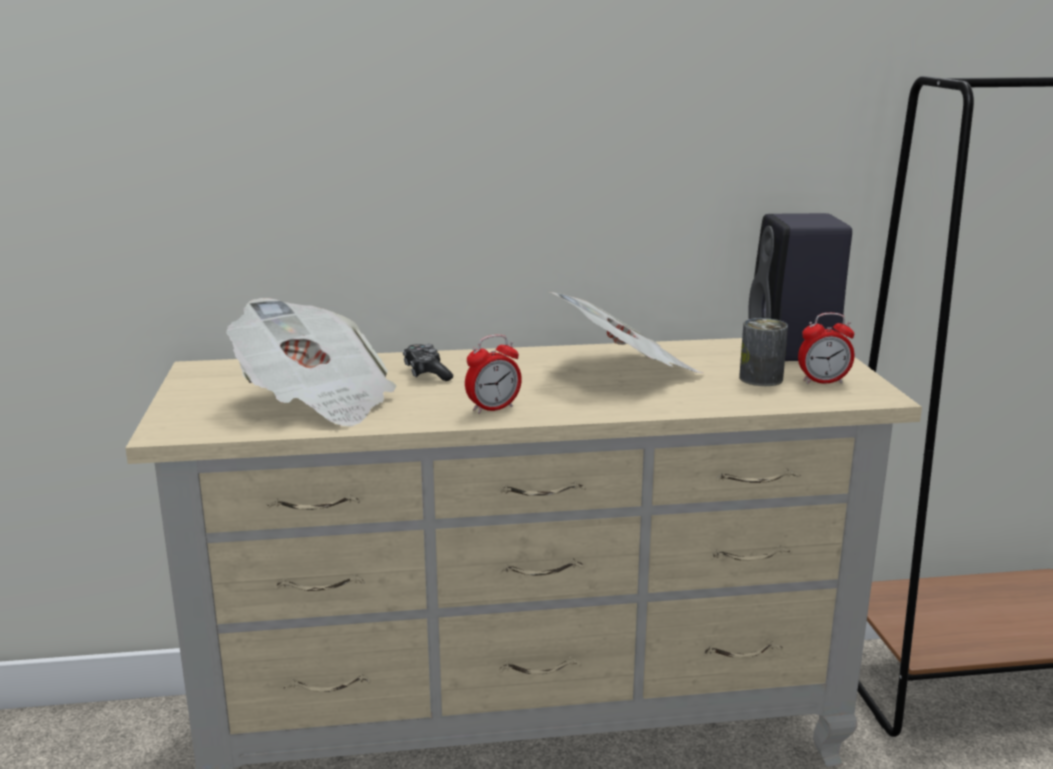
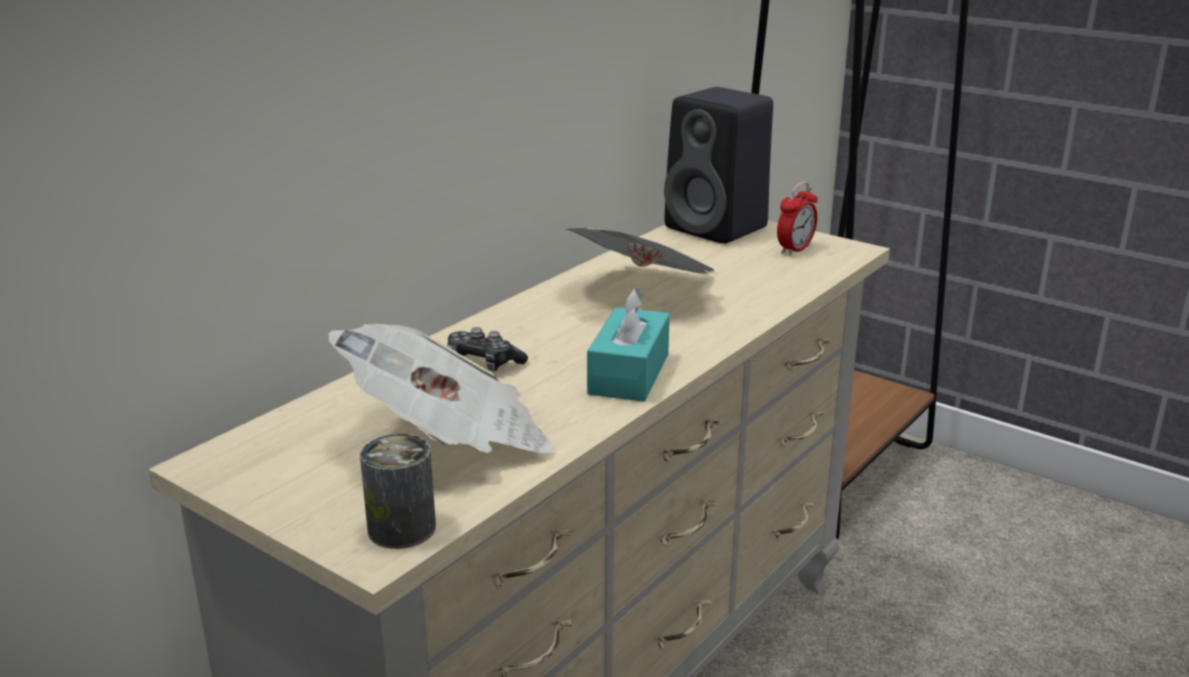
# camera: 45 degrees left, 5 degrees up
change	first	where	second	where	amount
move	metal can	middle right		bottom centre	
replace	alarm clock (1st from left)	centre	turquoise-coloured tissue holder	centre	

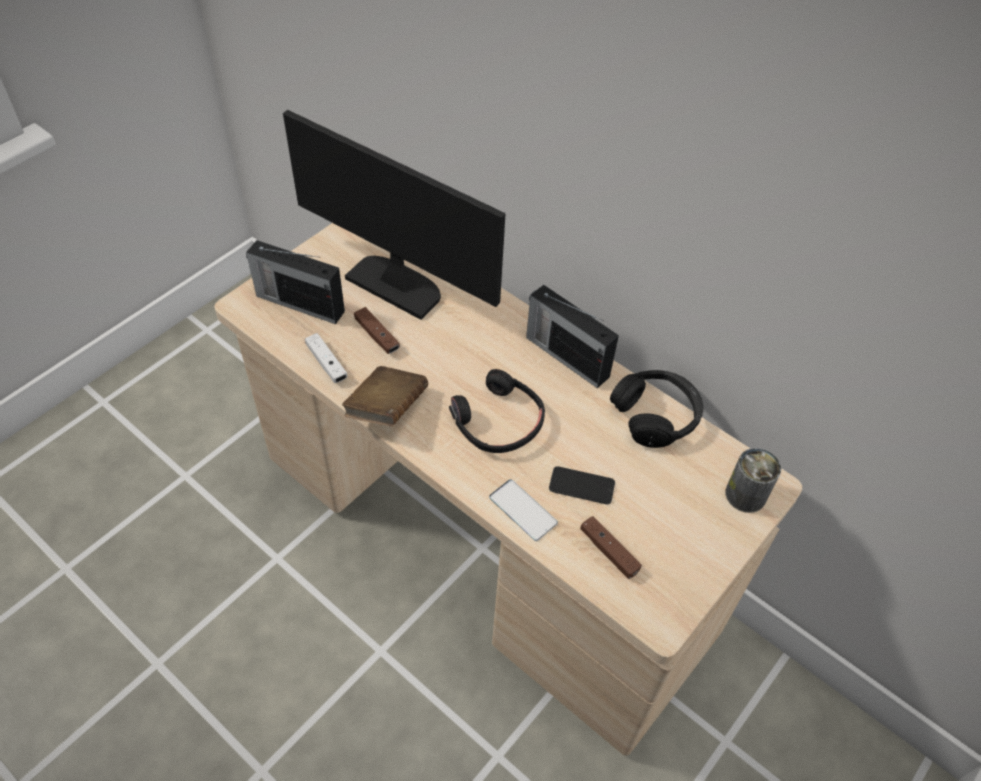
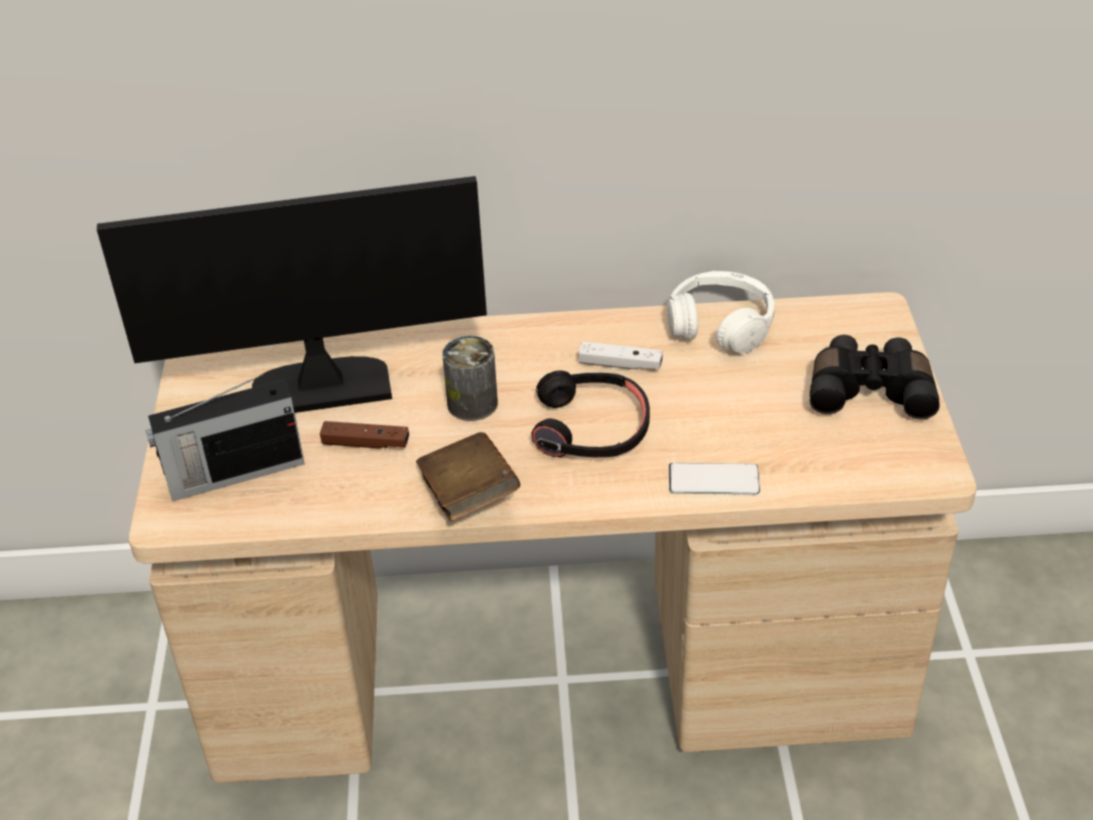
# camera: 40 degrees left, 10 degrees down
change	first	where	second	where	amount
delete	radio (2nd from left)	centre			
move	white-coloured gamepad	middle left		centre	
recolor	blackish headset (2nd from left)	middle right	white-coloured headset	centre	
move	metal can	middle right		centre	
delete	handset (2nd from left)	centre			
delete	brown gamepad (2nd from left)	bottom centre			
insert			blackish pair of binoculars	middle right	

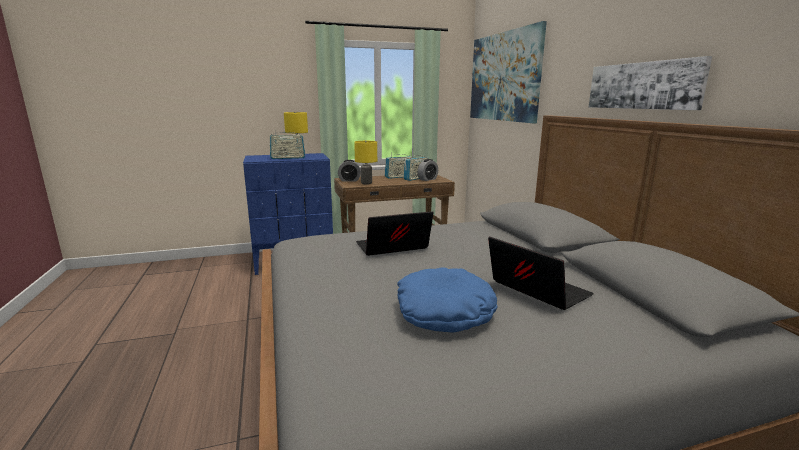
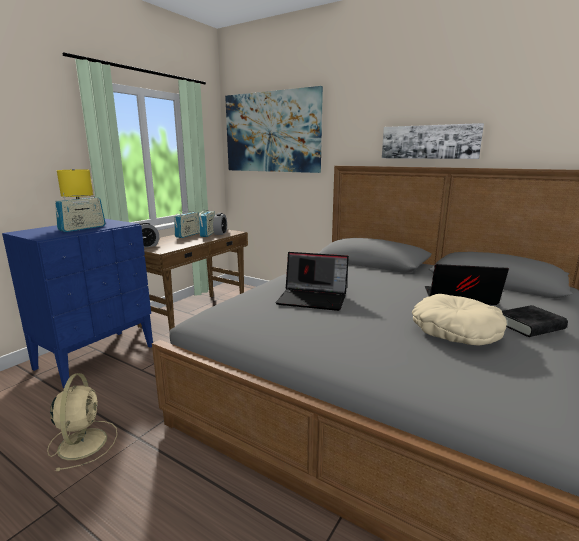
# camera: 40 degrees left, 0 degrees up
change	first	where	second	where	amount
delete	yellow-coloured table lamp (2nd from left)	centre			
rotate	laptop (1st from left)	centre		centre	105 degrees counterclockwise
recolor	blue-coloured cushion	bottom centre	sand-coloured cushion	middle right	
insert			blackish book	middle right	
insert			sand-coloured electric fan	bottom left	

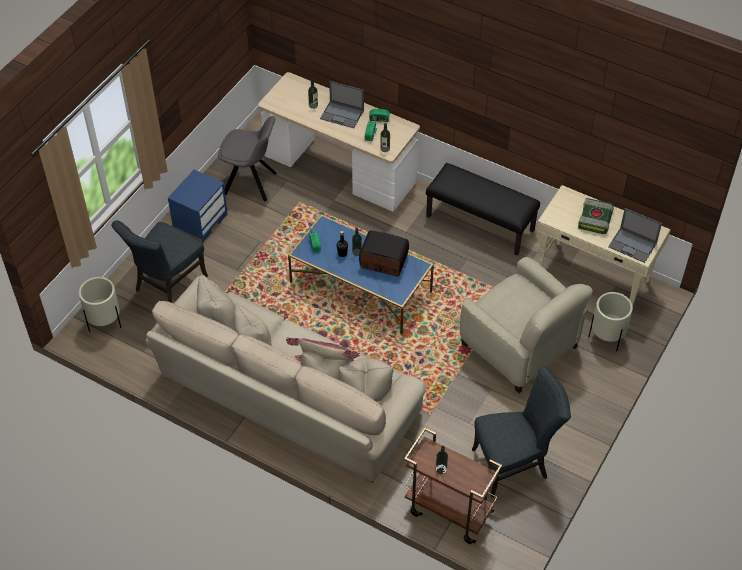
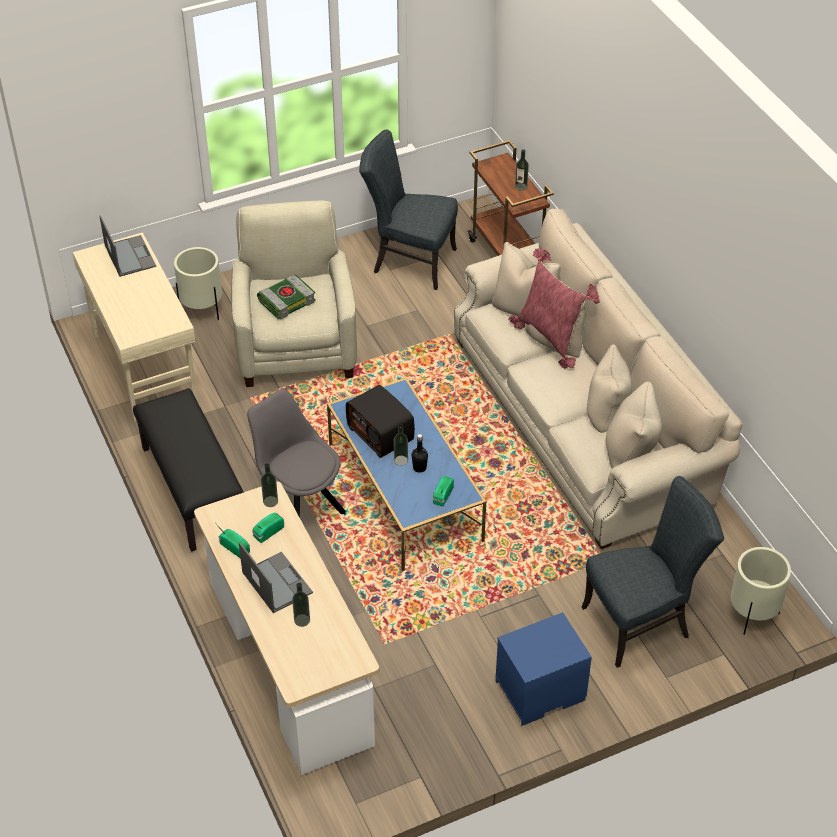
# camera: 145 degrees left, 5 degrees down
change	first	where	second	where	amount
move	grey upright chair (2nd from left in the first image)	top left	grey upright chair (1st from left)	centre	
move	book	middle right		centre	

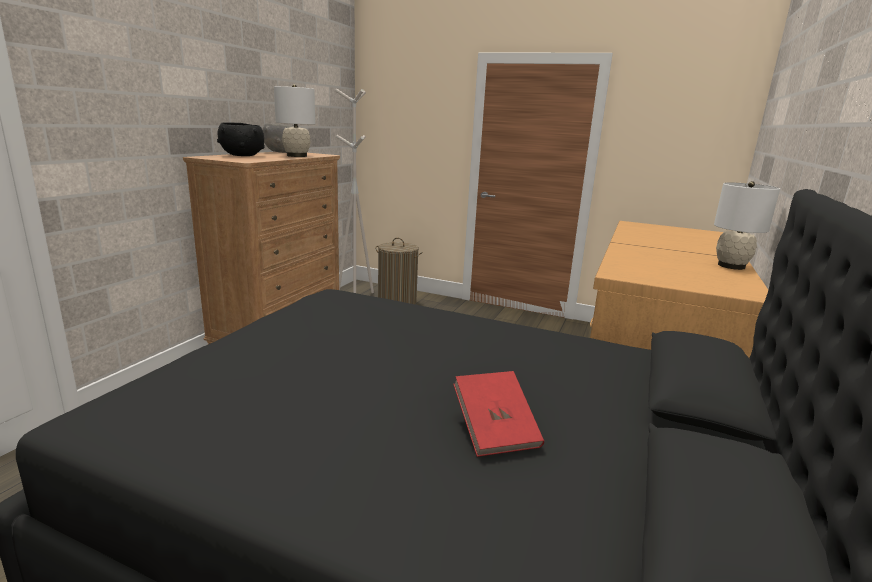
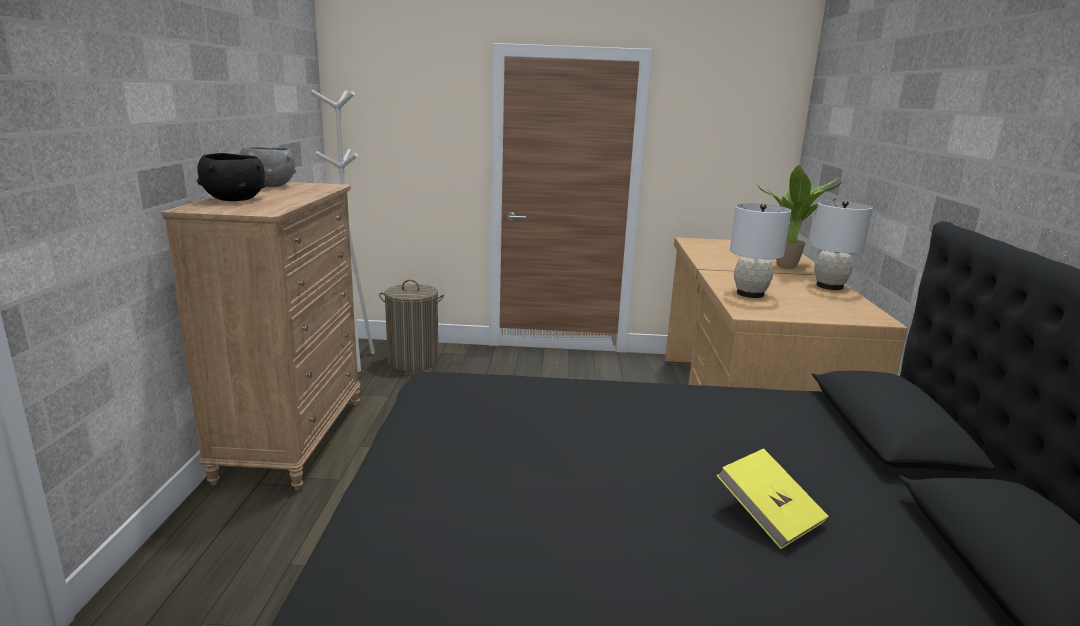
# camera: 20 degrees left, 0 degrees up
change	first	where	second	where	amount
move	white-coloured table lamp (1st from left)	top centre		middle right	
recolor	red book	bottom centre	yellow-coloured book	bottom right	
insert			potted plant	middle right	

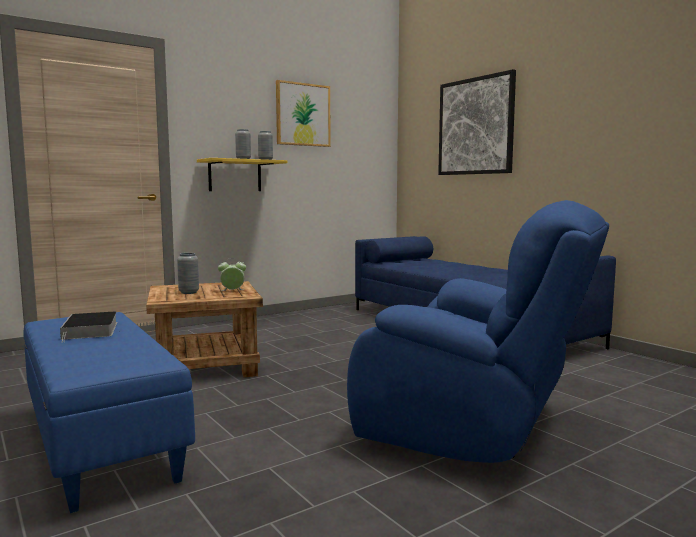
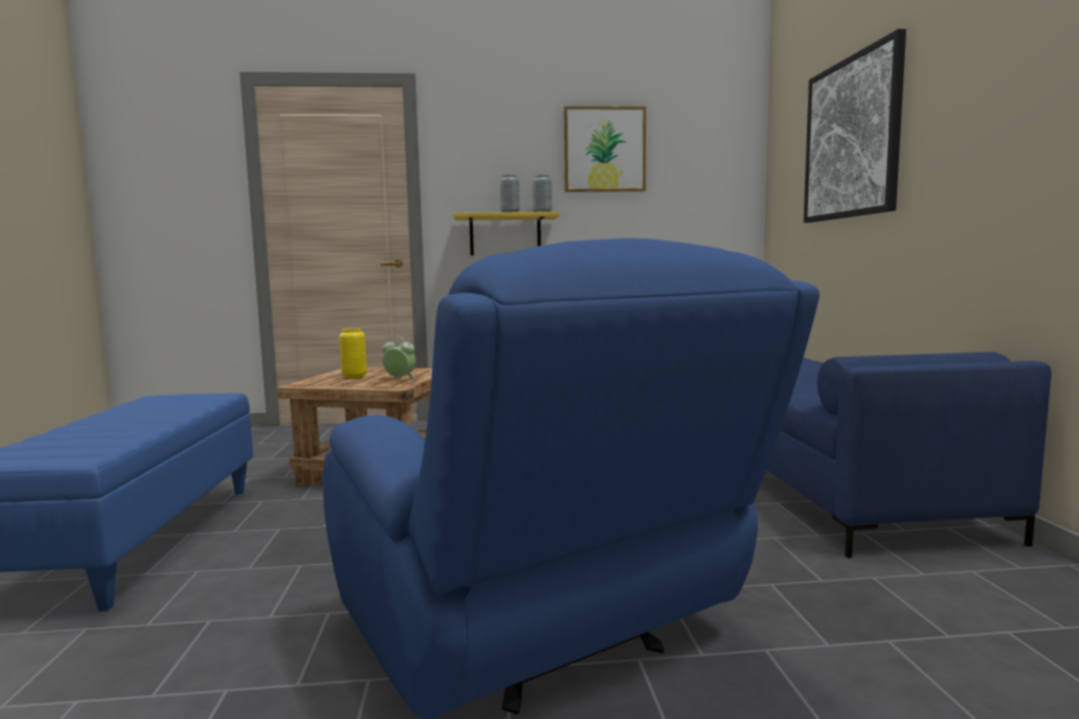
# camera: 30 degrees right, 0 degrees up
change	first	where	second	where	amount
recolor	grey flower vase (1st from left)	middle left	yellow-coloured flower vase	middle left	
delete	book	middle left			

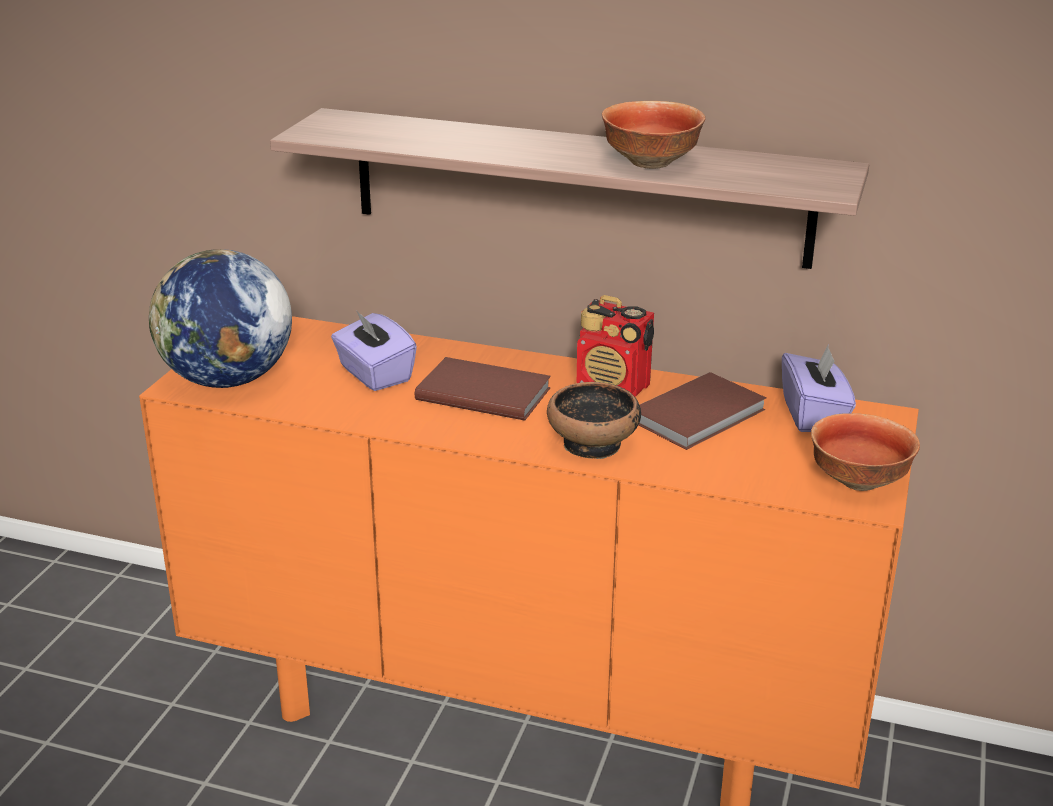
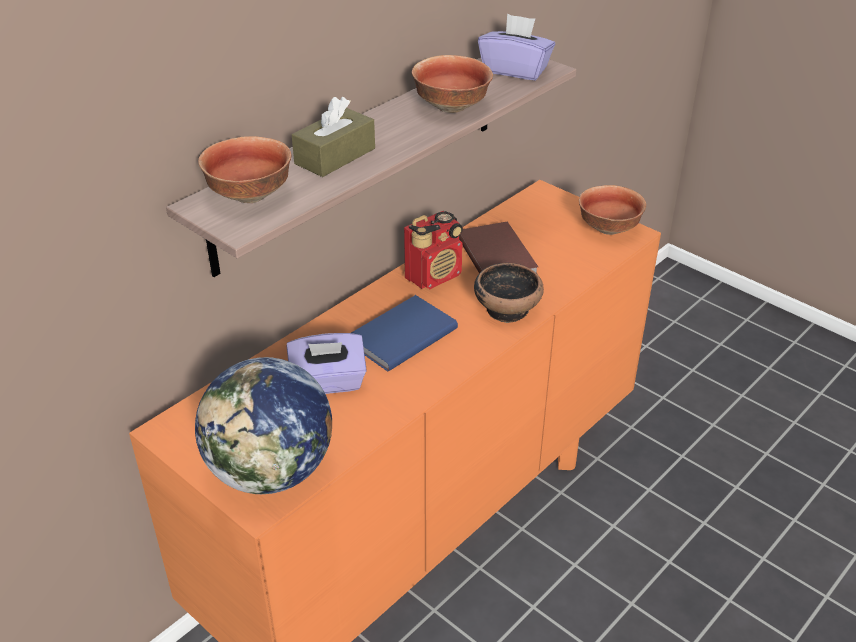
# camera: 65 degrees left, 10 degrees up
change	first	where	second	where	amount
move	purplish tissue holder (2nd from left)	middle right		top centre	
recolor	brown book (1st from left)	centre	blue-coloured book	centre	
insert			brown tissue holder	top centre	
insert			bowl (1st from left)	top left	

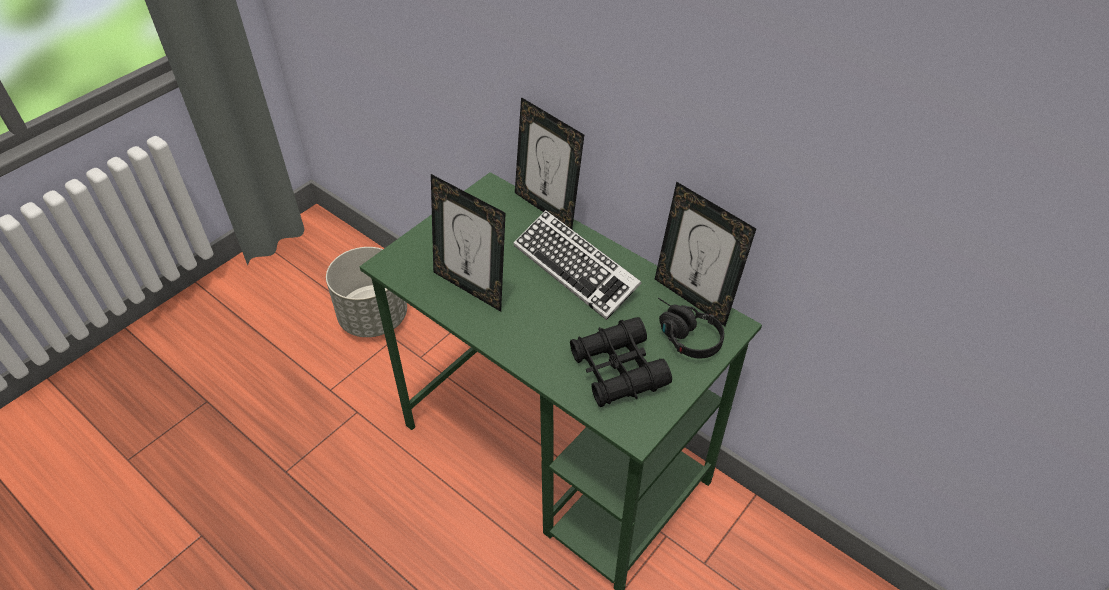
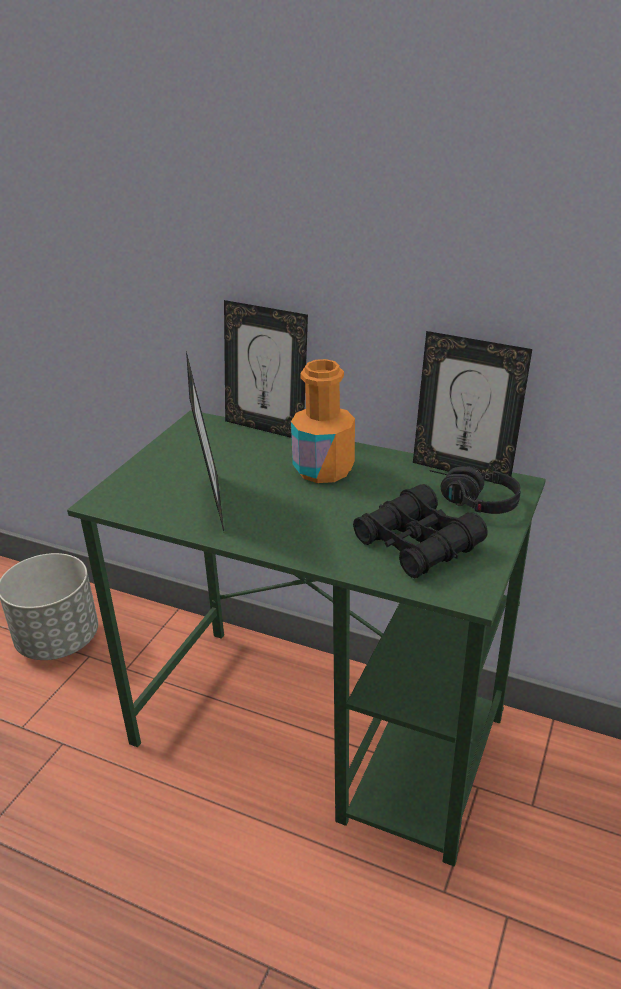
# camera: 15 degrees left, 15 degrees down
change	first	where	second	where	amount
rotate	standing frame (1st from left)	centre		middle left	120 degrees counterclockwise
replace	PC keyboard	centre	orange beverage bottle	centre	

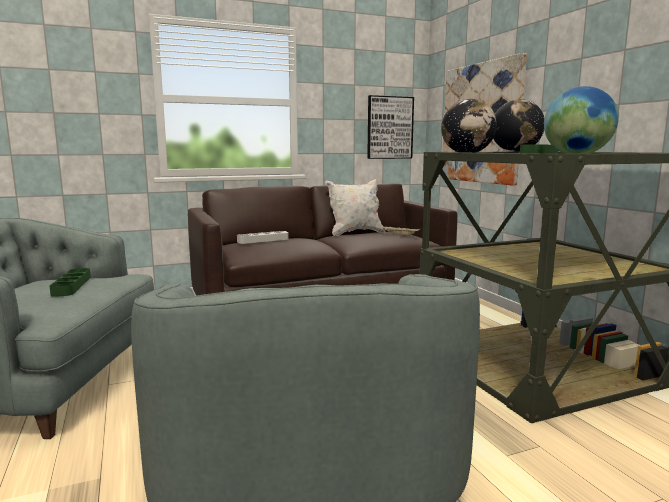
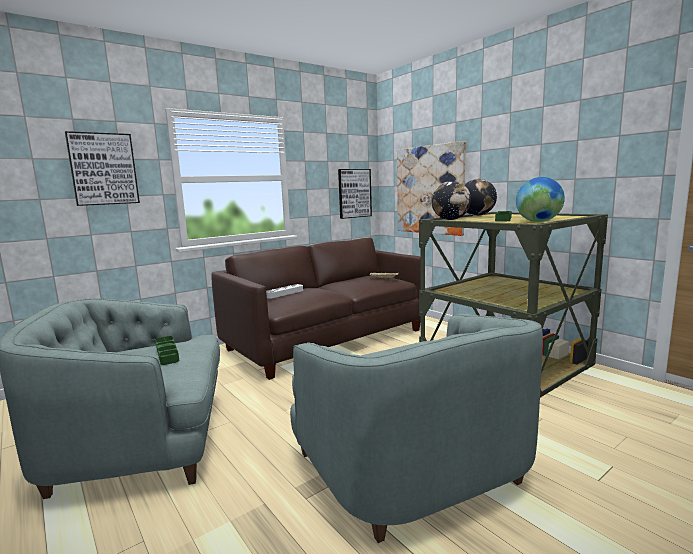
# camera: 15 degrees left, 0 degrees up
change	first	where	second	where	amount
delete	white-coloured cushion	centre			
insert			picture (1st from left)	top left	

